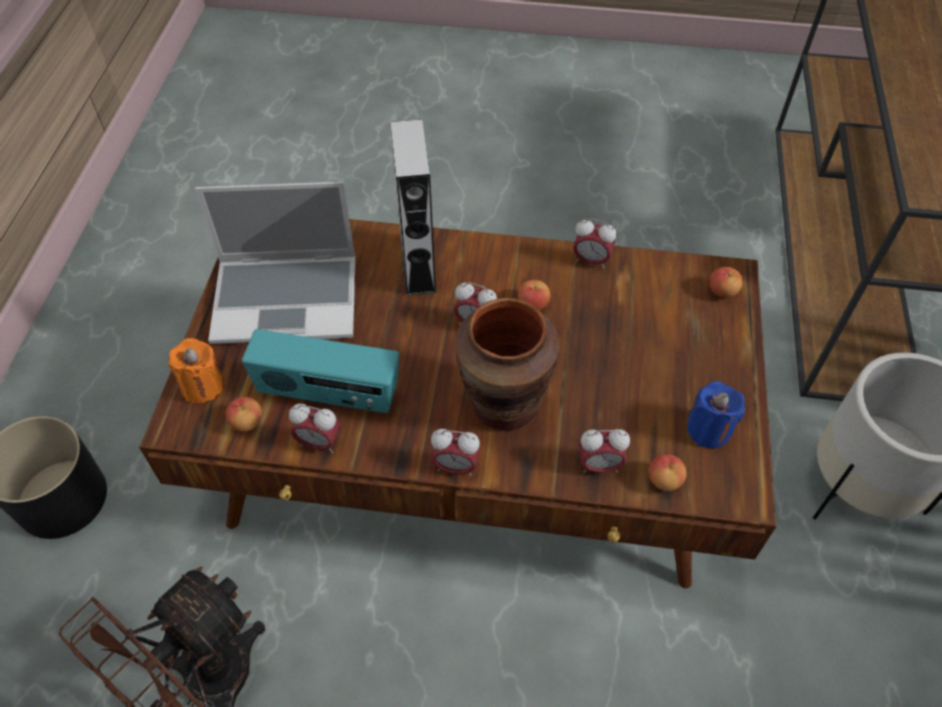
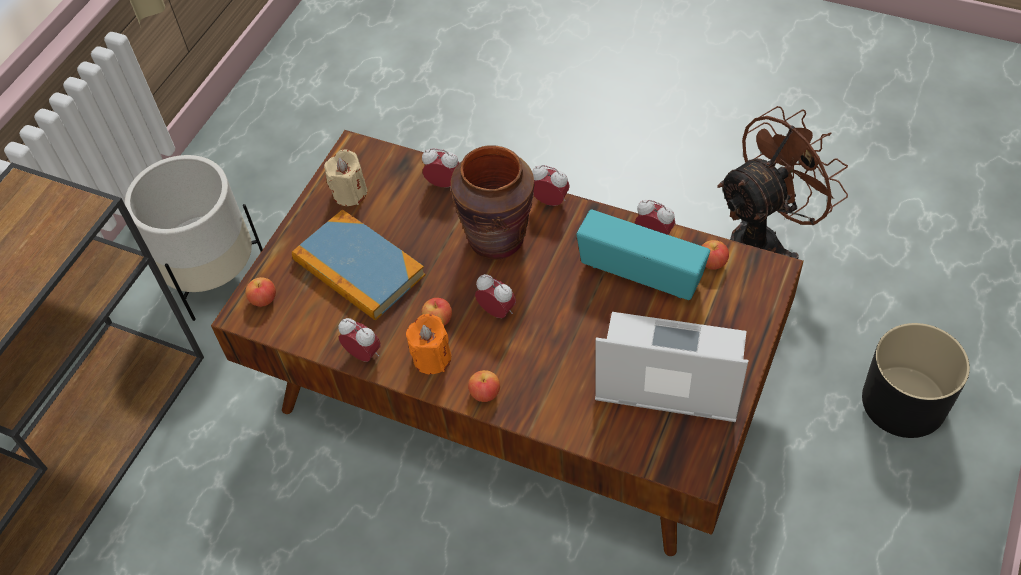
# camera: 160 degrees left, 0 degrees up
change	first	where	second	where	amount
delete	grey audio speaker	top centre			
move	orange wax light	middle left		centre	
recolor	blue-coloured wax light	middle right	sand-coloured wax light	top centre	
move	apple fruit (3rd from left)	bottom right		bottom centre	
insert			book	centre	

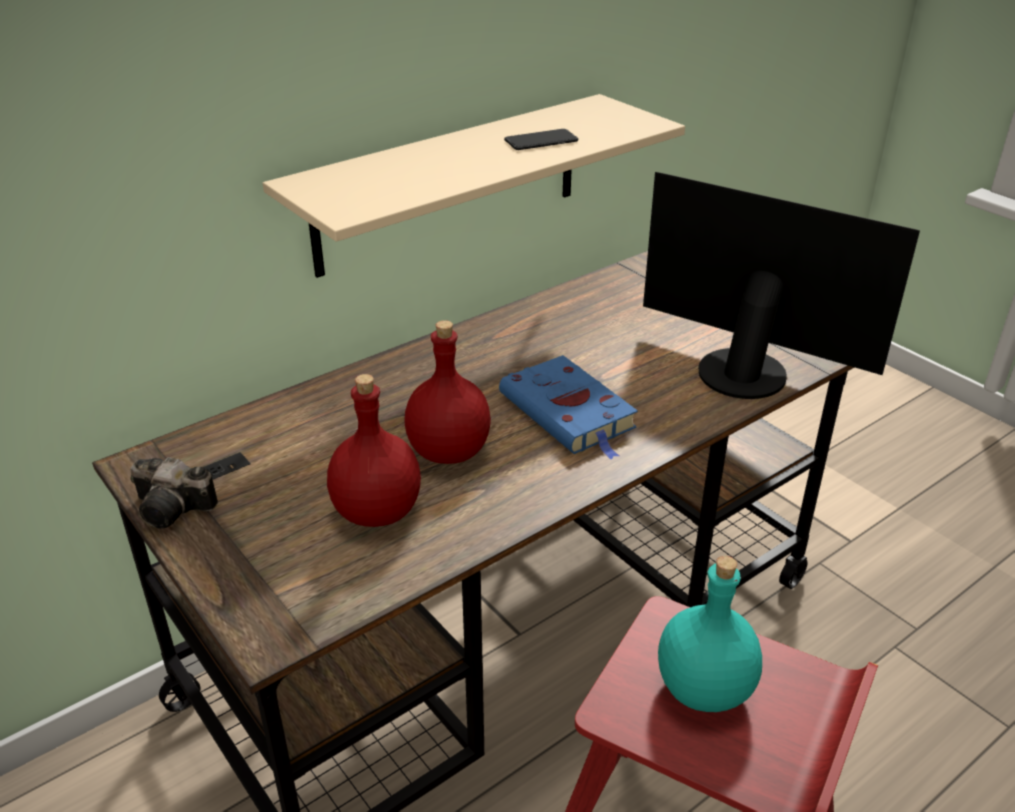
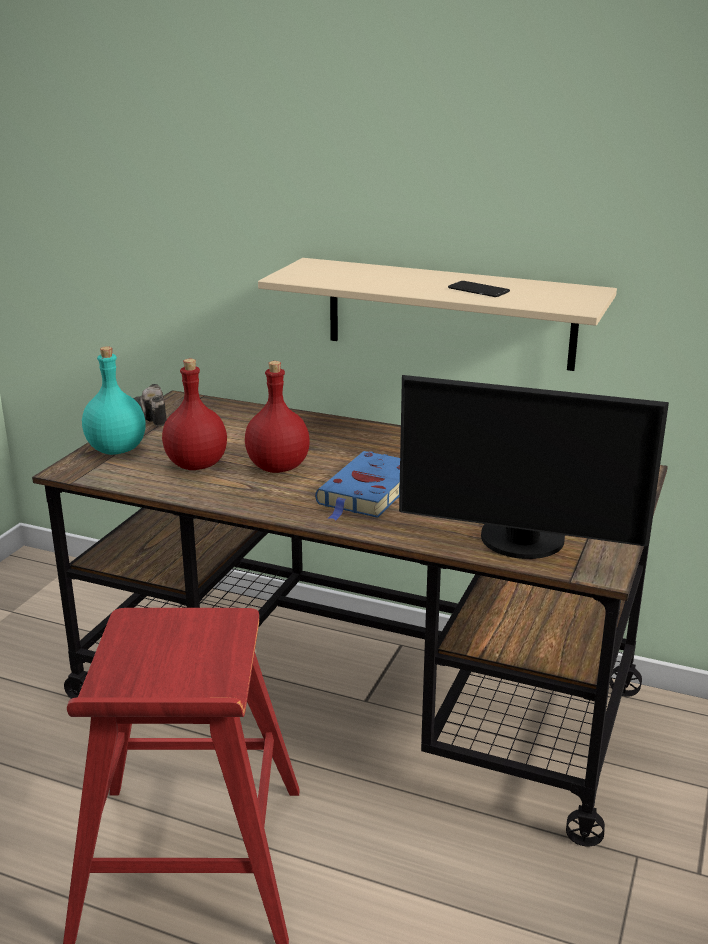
# camera: 60 degrees right, 10 degrees down
change	first	where	second	where	amount
rotate	monitor	middle right		middle right	105 degrees clockwise
move	turquoise-coloured beverage bottle	bottom right		middle left	

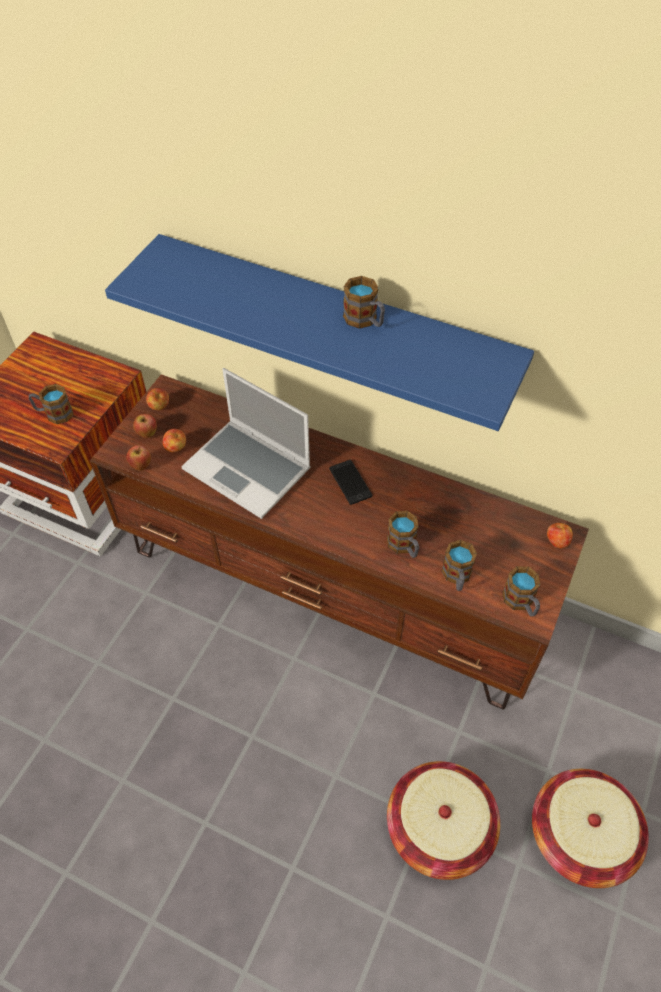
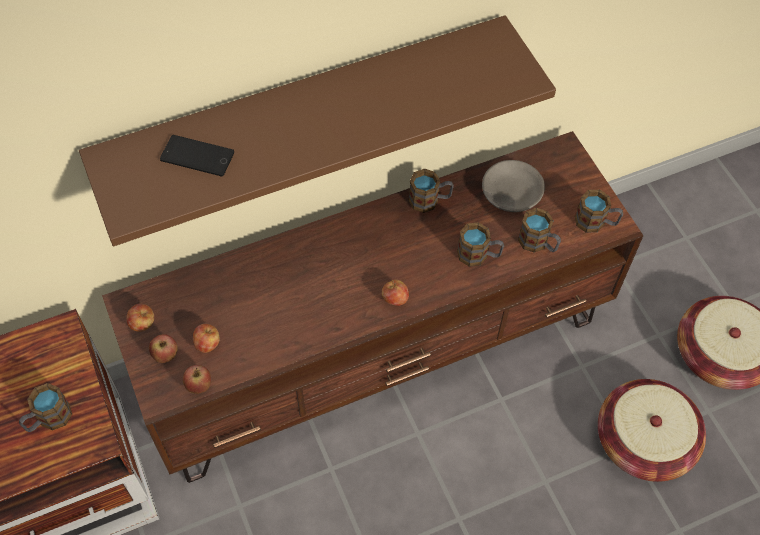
# camera: 50 degrees left, 5 degrees up
change	first	where	second	where	amount
recolor	blue-coloured bracket shelf	centre	brown bracket shelf	top centre	
move	mug (2nd from left)	top centre		centre	
delete	laptop	centre			
move	handset	centre		top left	
move	apple fruit (5th from left)	middle right		centre	
insert			grey bowl	middle right	

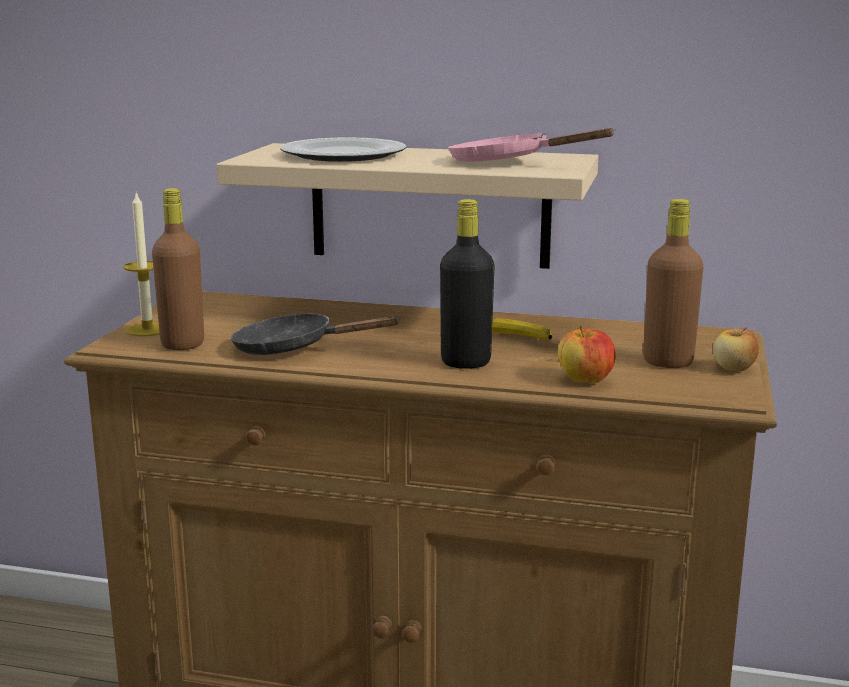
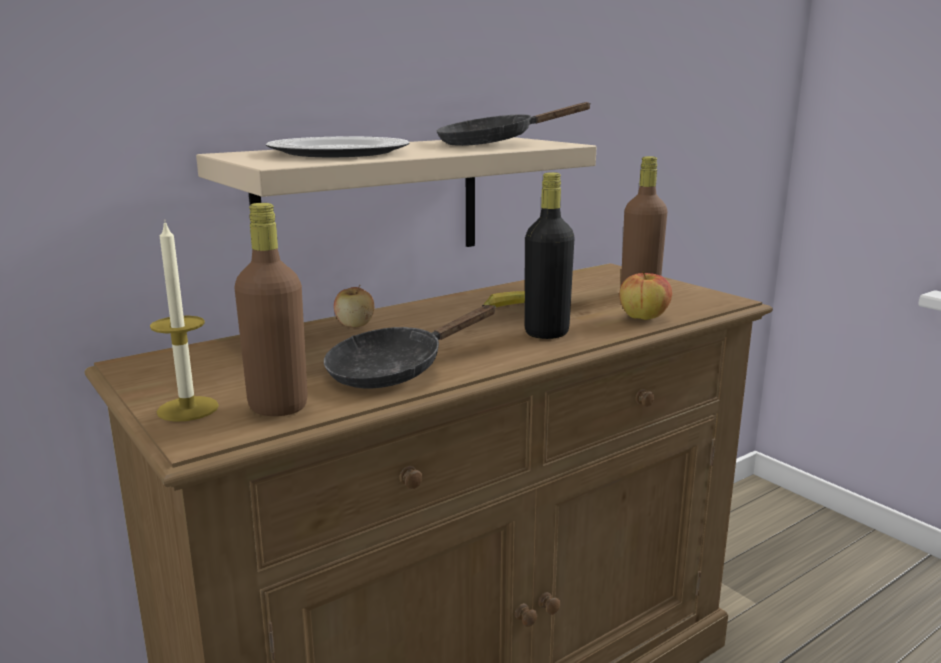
# camera: 50 degrees left, 0 degrees up
change	first	where	second	where	amount
recolor	pink frying pan	top centre	blackish frying pan (2nd from left)	top centre	
move	apple fruit (2nd from left in the first image)	middle right	apple fruit (1st from left)	centre	

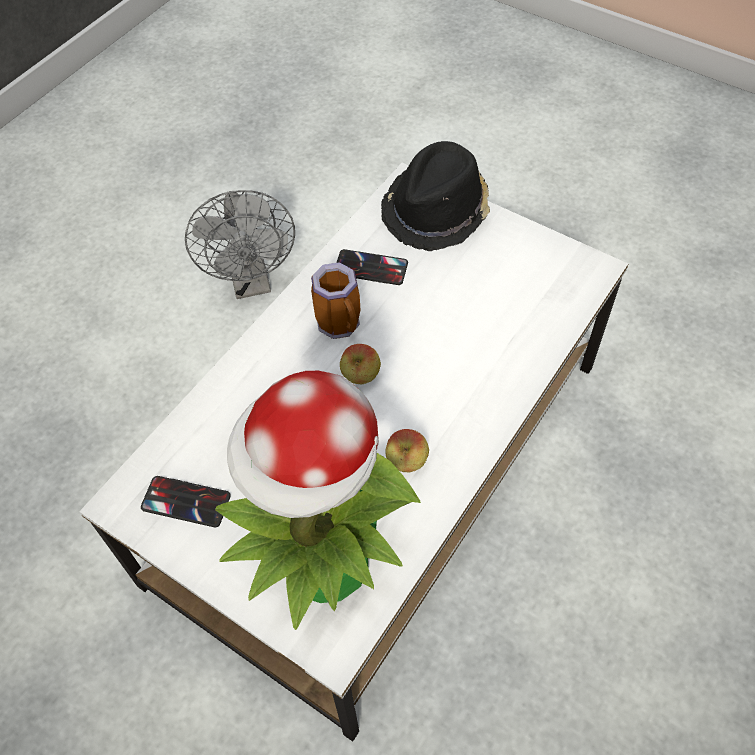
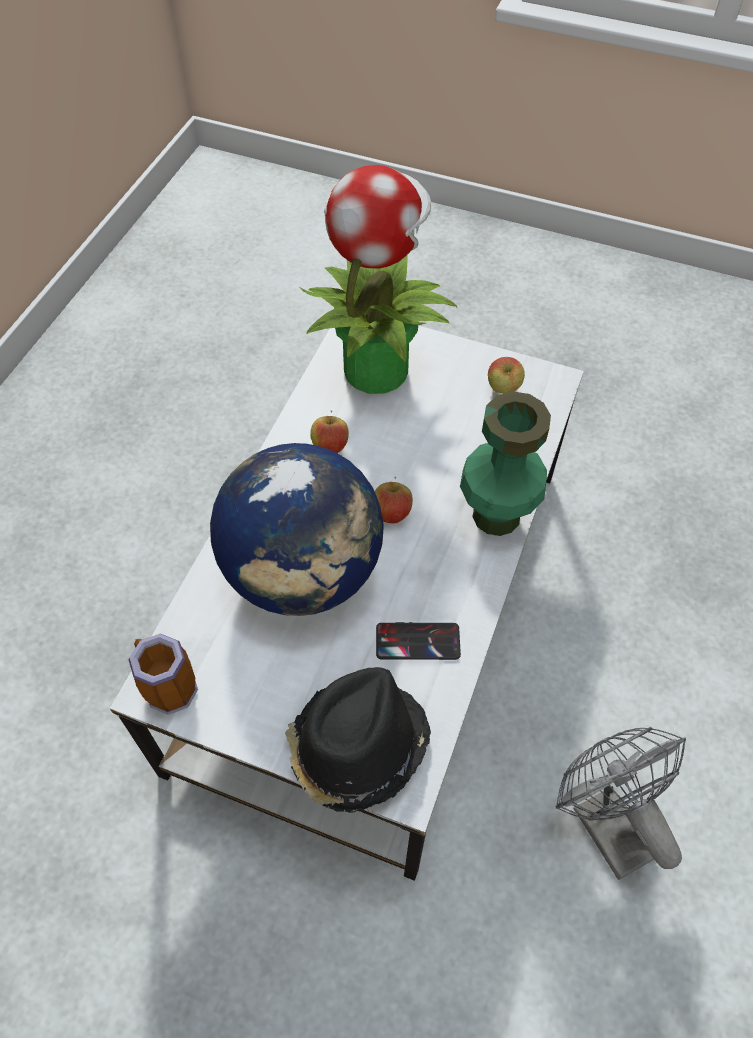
# camera: 165 degrees right, 0 degrees up
change	first	where	second	where	amount
move	mug	centre		middle left	
replace	handset (1st from left)	middle left	apple fruit (3rd from left)	middle right	
insert			green flower vase	middle right	
insert			globe	centre	

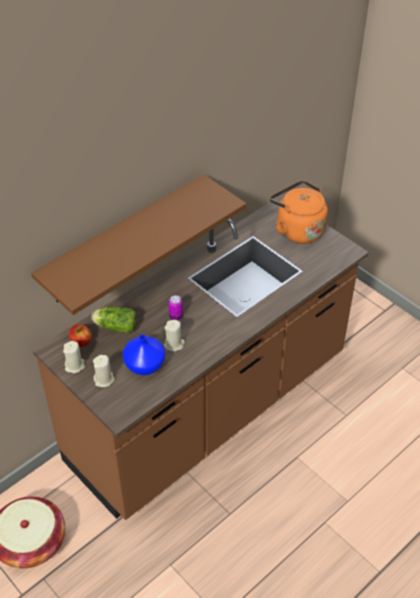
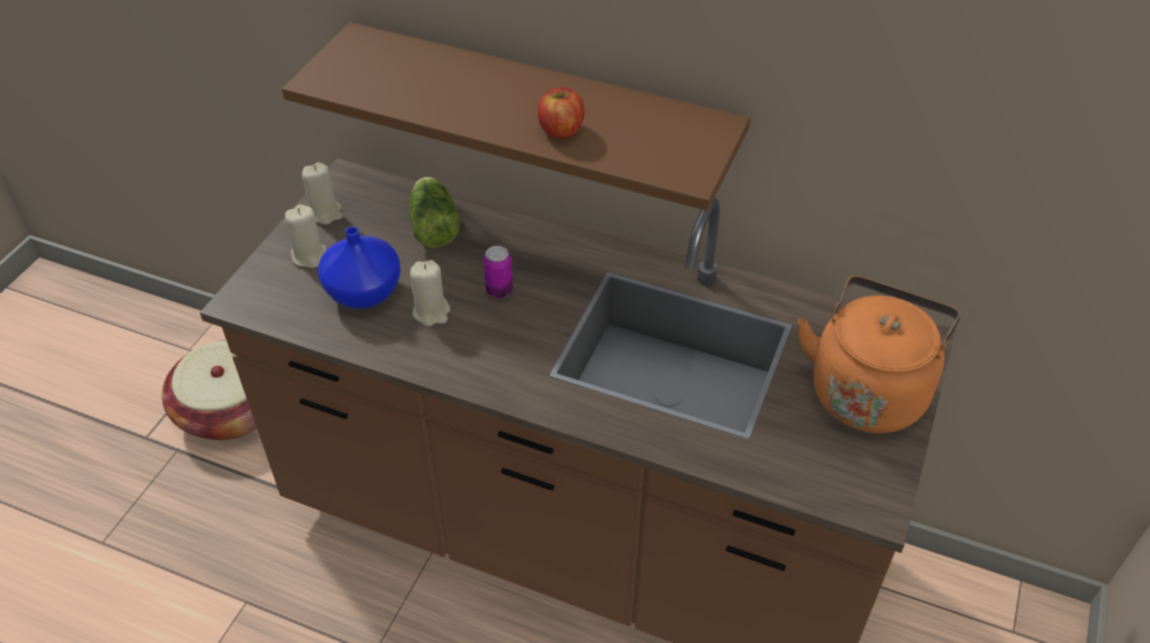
# camera: 65 degrees right, 0 degrees up
change	first	where	second	where	amount
move	apple fruit	middle left		top centre	

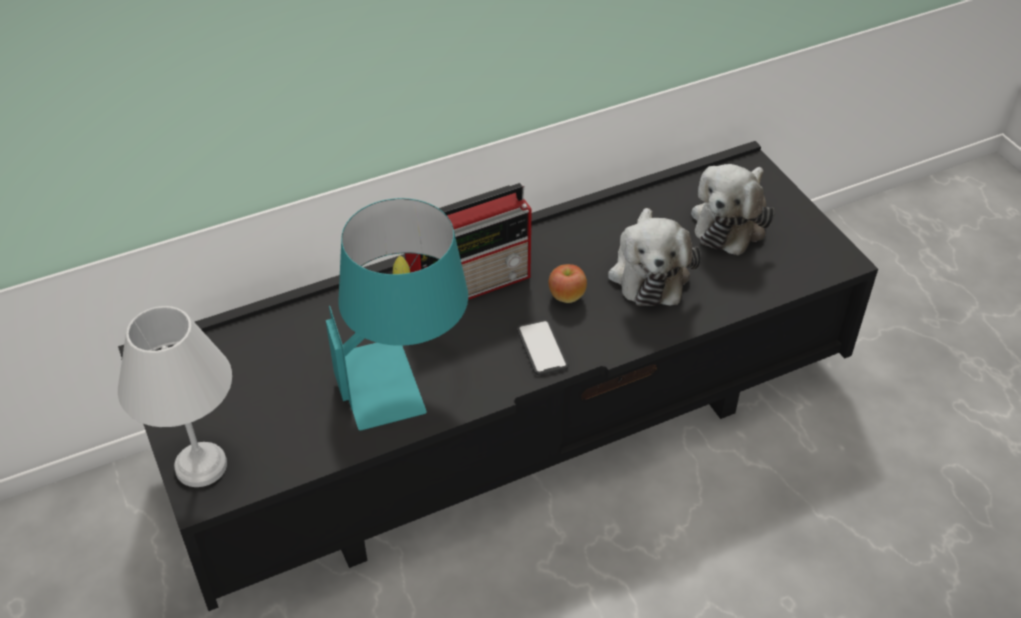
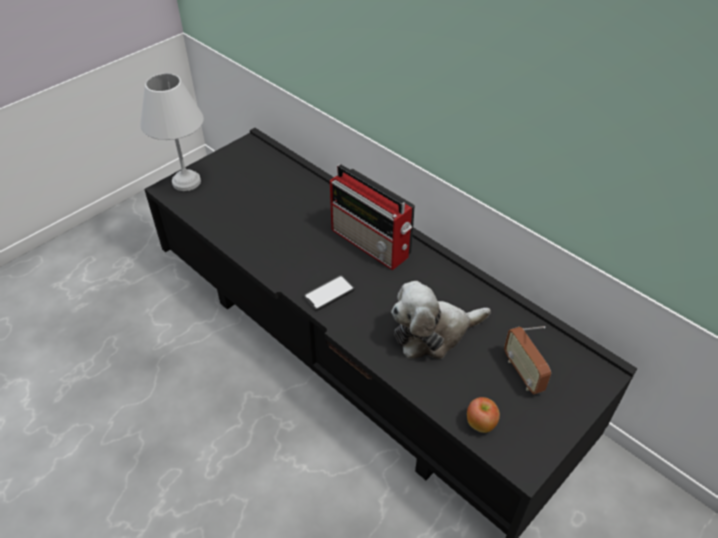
# camera: 70 degrees right, 0 degrees up
change	first	where	second	where	amount
replace	cuddly toy (2nd from left)	middle right	radio (2nd from left)	bottom right	
delete	turquoise-coloured table lamp	centre			
move	apple fruit	centre		bottom right	

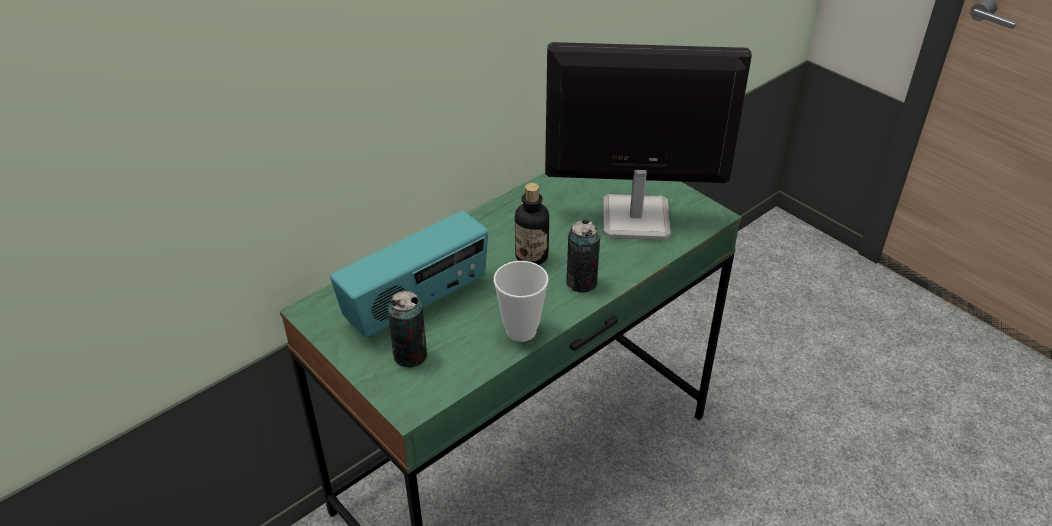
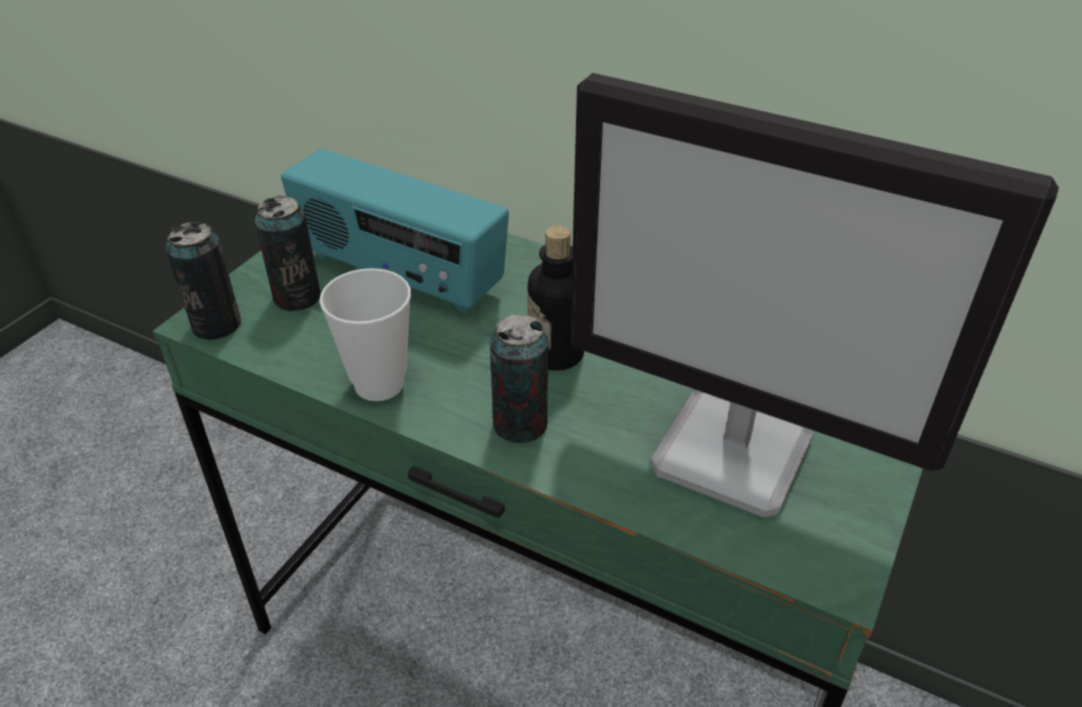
# camera: 70 degrees right, 0 degrees up
change	first	where	second	where	amount
rotate	monitor	top centre		middle right	135 degrees clockwise
insert			metal can (1st from left)	middle left	

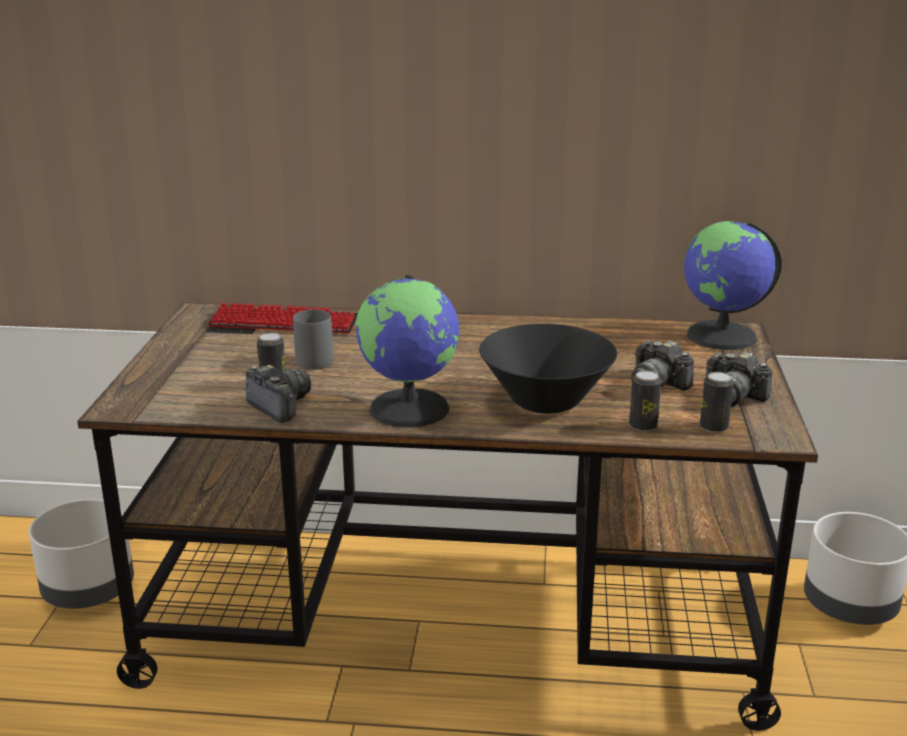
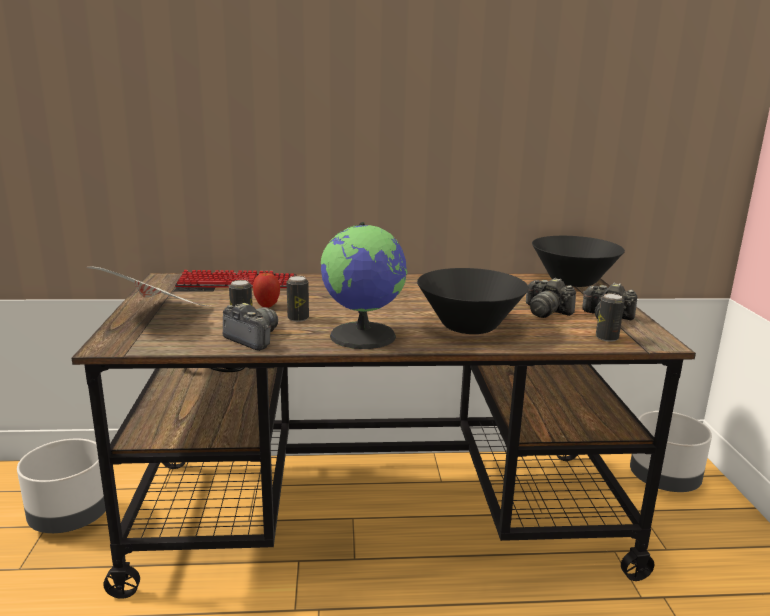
# camera: 10 degrees left, 5 degrees down
change	first	where	second	where	amount
replace	globe (2nd from left)	middle right	blackish bowl (2nd from left)	middle right	
replace	grey mug	centre	apple fruit	centre	
move	metal can (2nd from left)	middle right		centre	
insert			daily paper	middle left	

